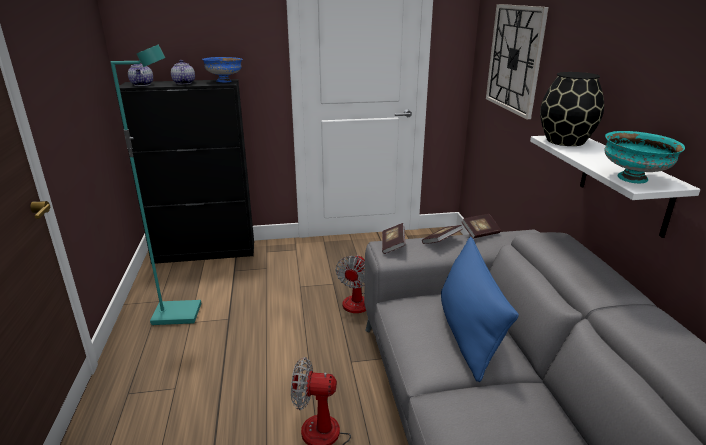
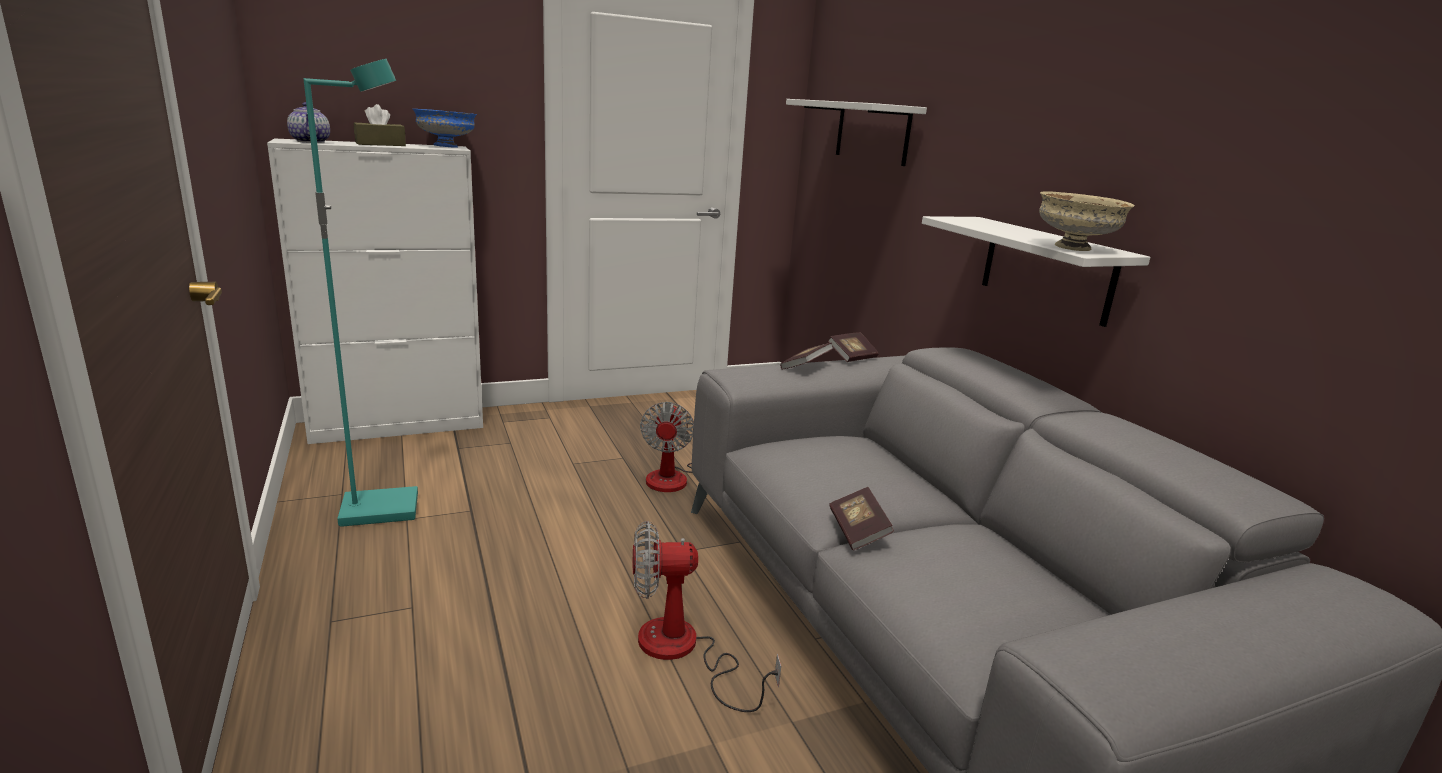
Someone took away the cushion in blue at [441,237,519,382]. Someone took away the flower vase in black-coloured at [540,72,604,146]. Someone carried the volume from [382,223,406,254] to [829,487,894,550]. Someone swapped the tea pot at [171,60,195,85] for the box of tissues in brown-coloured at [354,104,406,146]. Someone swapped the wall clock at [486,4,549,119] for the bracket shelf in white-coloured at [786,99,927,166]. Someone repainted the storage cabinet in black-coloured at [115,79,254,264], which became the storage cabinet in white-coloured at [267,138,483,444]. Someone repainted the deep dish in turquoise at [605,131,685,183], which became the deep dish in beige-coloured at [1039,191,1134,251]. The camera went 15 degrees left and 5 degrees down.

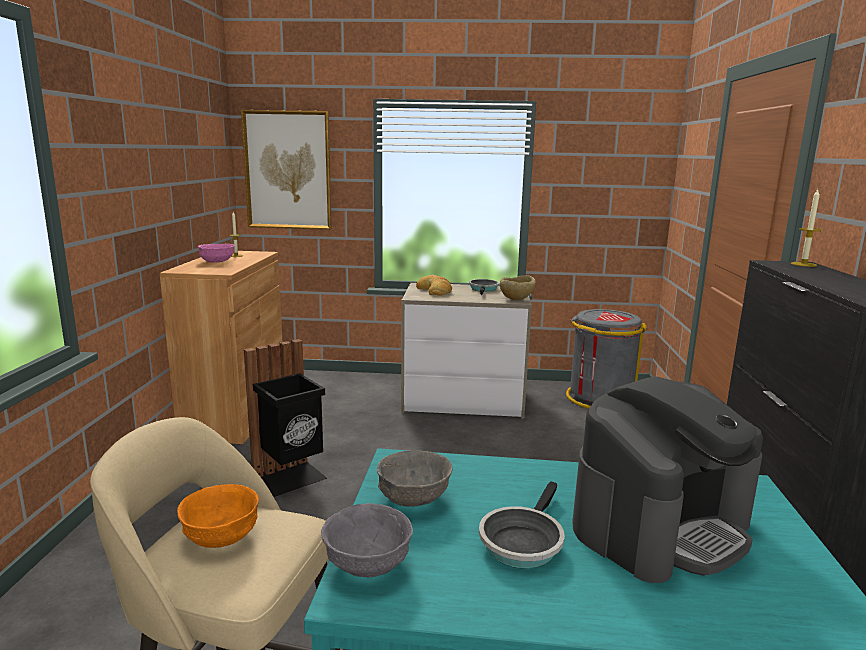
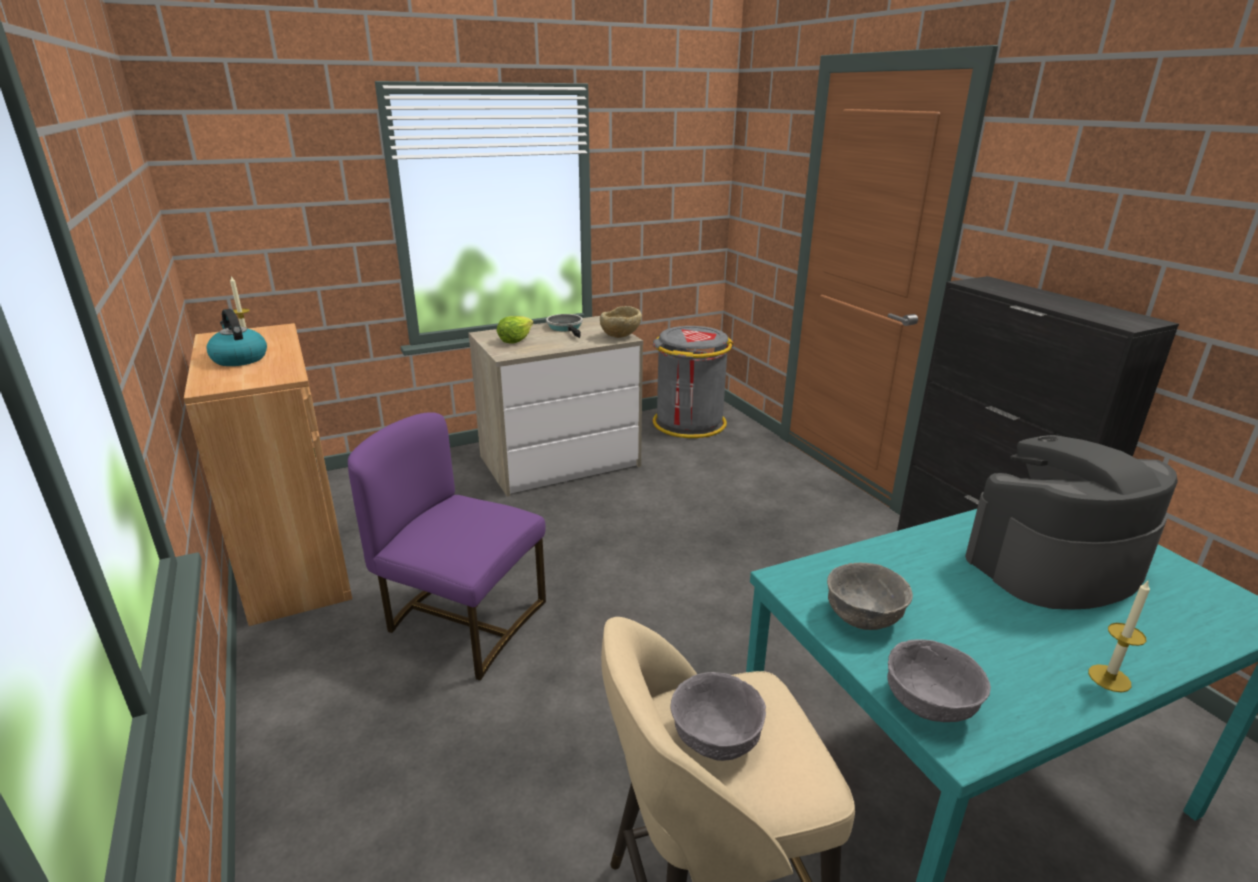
Someone took away the wall picture at [241,110,332,230]. Someone took away the pan at [479,481,565,569]. Someone carried the wax candle from [791,190,822,267] to [1088,579,1150,692]. Someone swapped the deep dish in pink-coloured at [198,244,235,263] for the water kettle at [206,309,267,366]. Someone swapped the waste bin in black-coloured at [244,339,327,497] for the upright chair in purple at [348,412,546,680]. Someone swapped the baked bread at [416,275,452,296] for the lettuce head at [497,316,534,343]. Someone repainted the deep dish in orange at [177,484,259,548], which became the deep dish in grey at [670,672,766,761]. Someone rotated the coffee maker at [572,377,763,583] by 135 degrees counterclockwise. The camera went 30 degrees left and 10 degrees up.

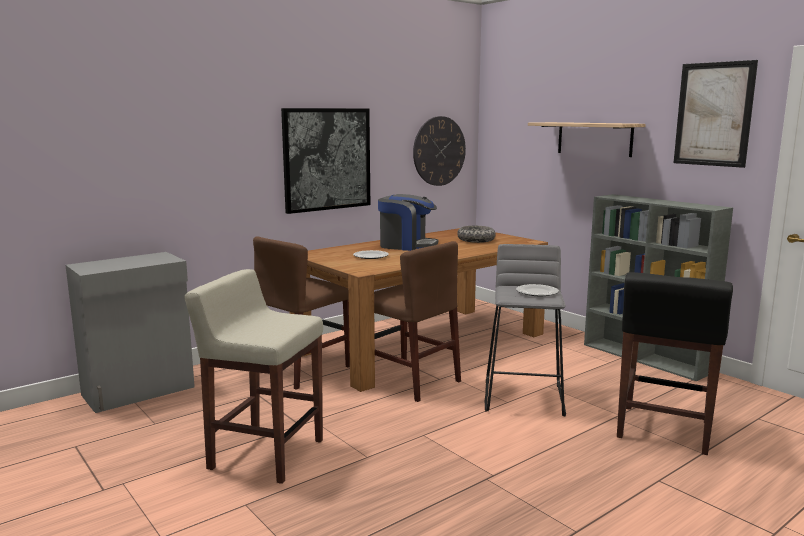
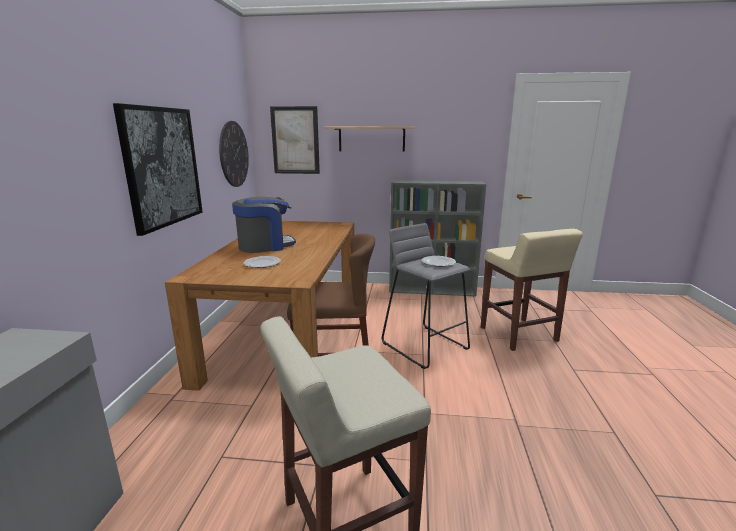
Someone took away the upright chair in brown-coloured at [253,236,350,390]. Someone took away the deep dish at [457,226,496,243]. Someone carried the wall picture from [674,60,758,168] to [270,106,320,174]. Someone repainted the sitting stool in black-coloured at [617,272,733,455], which became the sitting stool in beige-coloured at [481,229,583,351]. The camera went 45 degrees left and 5 degrees up.

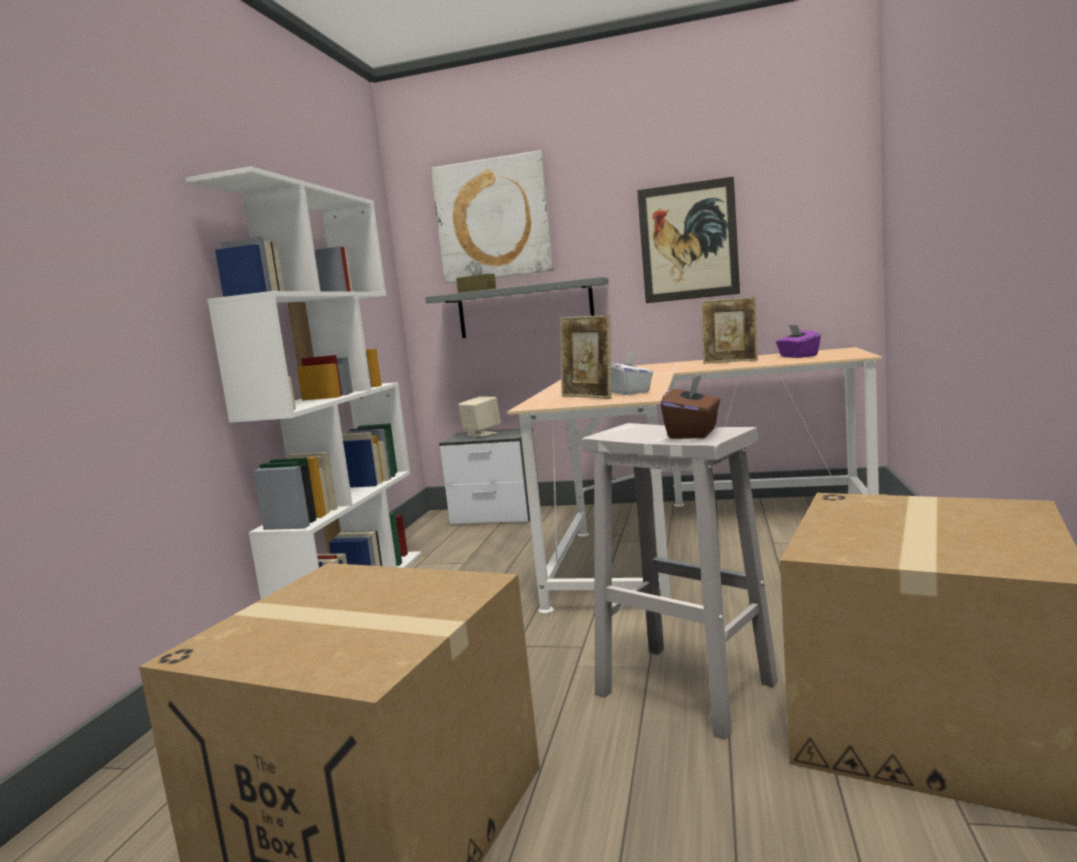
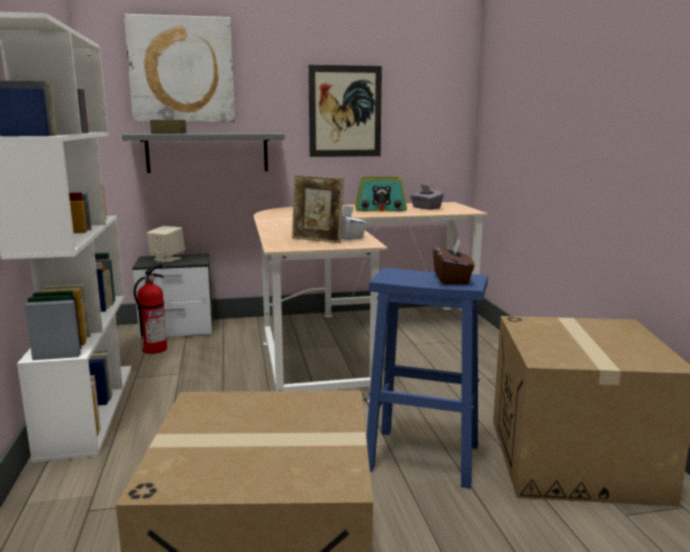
Someone put down the fire-fighting cylinder at [134,264,167,354]. Someone swapped the standing frame at [701,297,758,364] for the radio at [355,176,407,212]. Someone repainted the sitting stool in white-coloured at [582,423,778,740], which became the sitting stool in blue at [366,268,488,489]. Someone repainted the box of tissues in purple at [776,325,821,358], which became the box of tissues in grey at [410,185,444,210]. The camera went 25 degrees left and 5 degrees up.

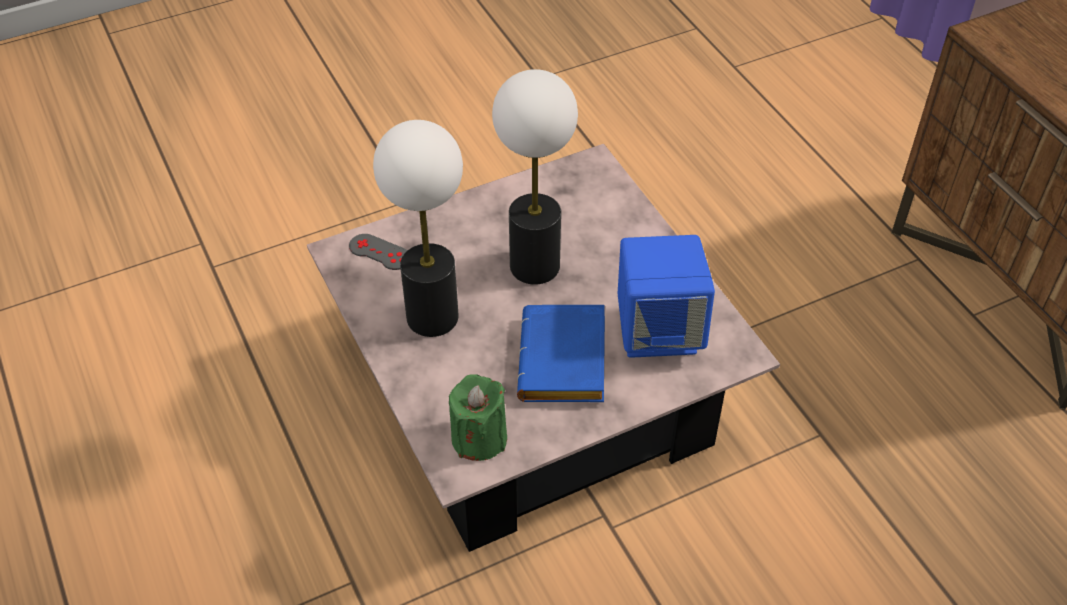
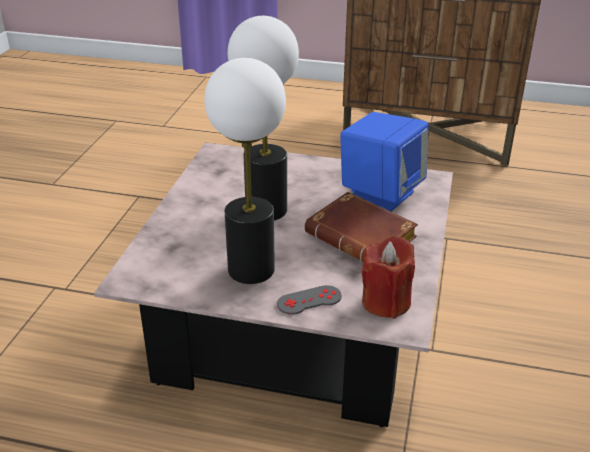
Someone carried the joypad in grey from [349,234,408,270] to [277,285,342,315]. Someone repainted the wax candle in green at [449,374,507,461], which became the wax candle in red-coloured at [362,236,415,319]. Someone repainted the volume in blue at [517,305,605,402], which became the volume in brown-coloured at [304,192,418,262]. The camera went 50 degrees left and 15 degrees down.

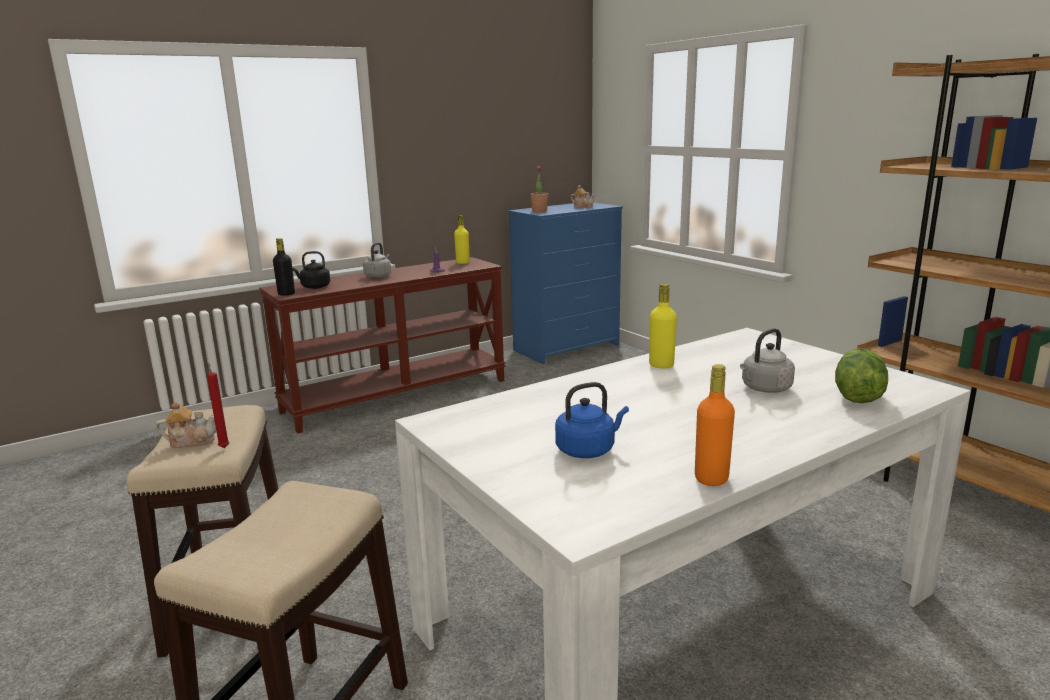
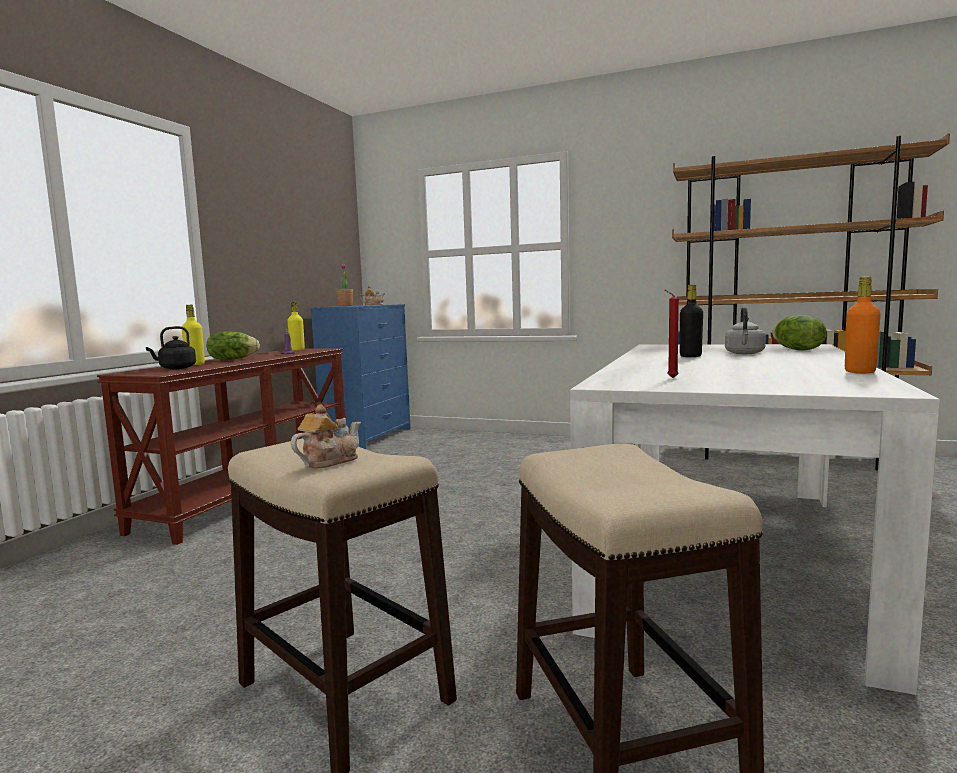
Someone took away the water kettle in blue at [555,382,629,458]. Someone carried the wax candle in red-coloured from [207,363,230,448] to [665,290,679,378]. Someone carried the beverage bottle in black-coloured from [273,238,295,296] to [680,284,703,357]. Someone carried the beverage bottle in yellow-coloured from [649,284,677,369] to [182,305,205,365]. Someone swapped the water kettle in grey at [363,242,391,278] for the lettuce head at [207,331,260,360]. The camera went 35 degrees left and 10 degrees down.

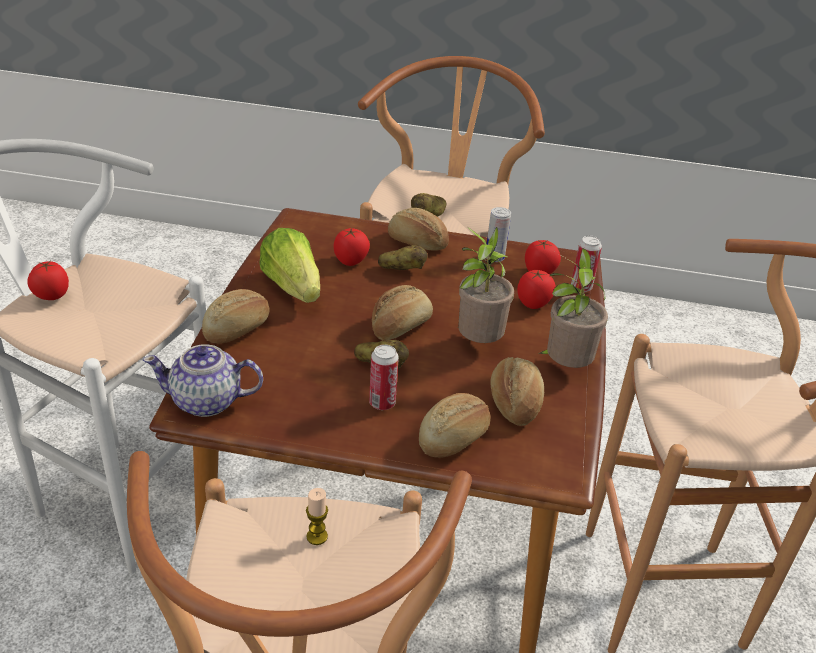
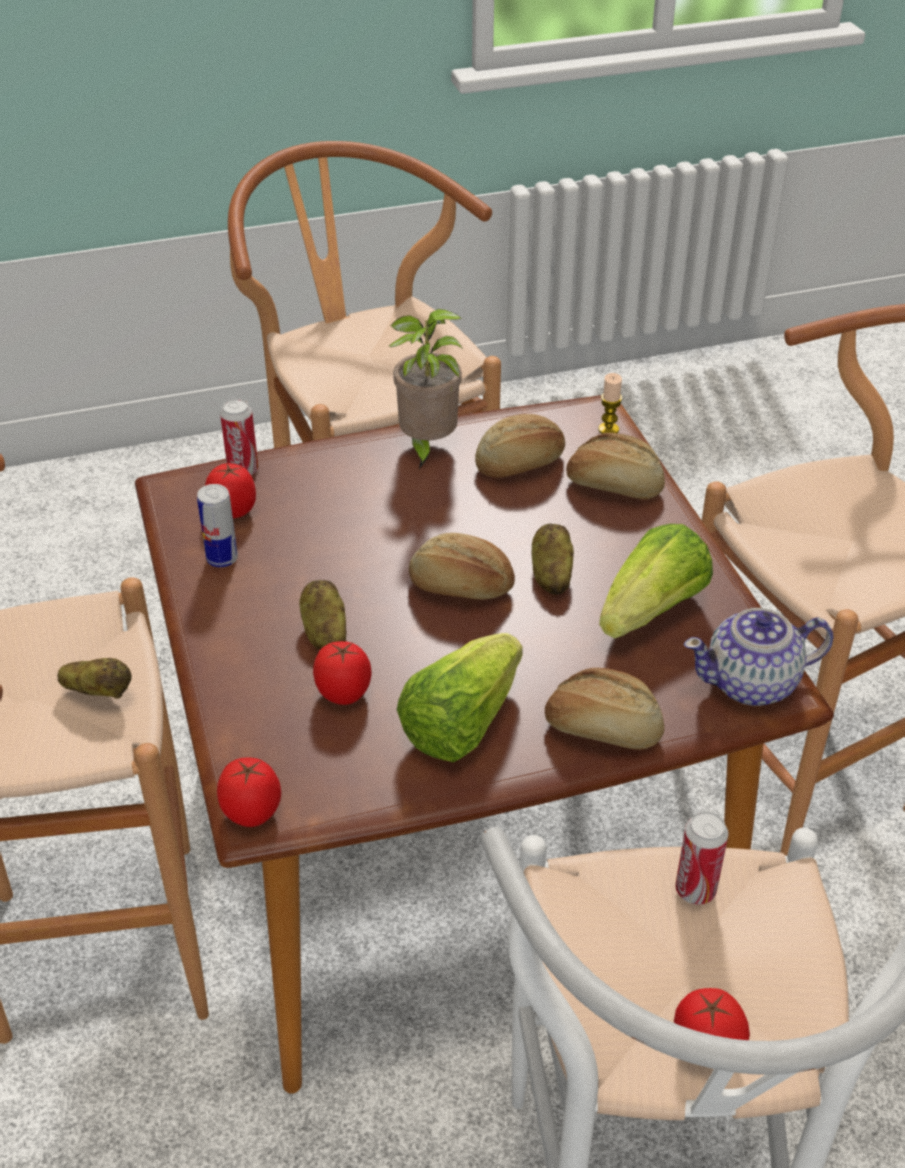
Someone took away the baked bread at [388,208,449,251]. Someone took away the potted plant at [457,227,514,343]. Someone put down the lettuce head at [599,524,713,639]. Someone carried the wax candle from [306,488,328,545] to [598,373,622,434]. Someone carried the metal can from [369,344,399,410] to [675,811,729,905]. Someone carried the tomato from [517,270,556,309] to [217,757,281,827]. Someone rotated the tea pot at [143,344,263,417] by 105 degrees clockwise. The camera went 115 degrees left and 5 degrees up.

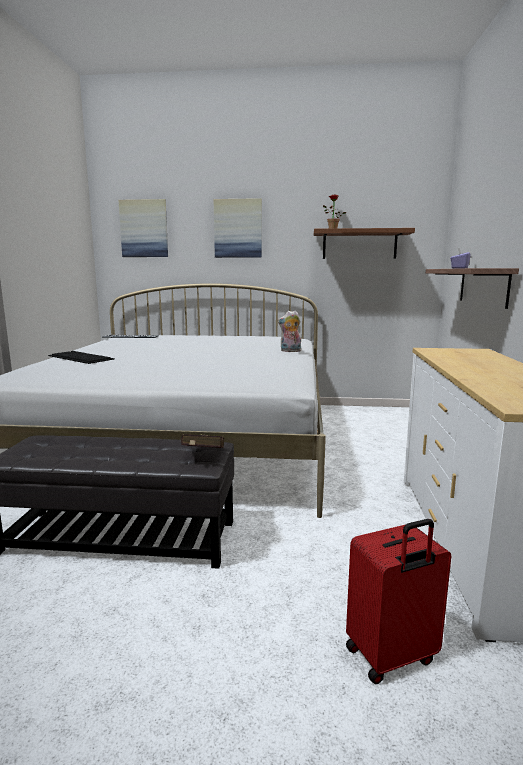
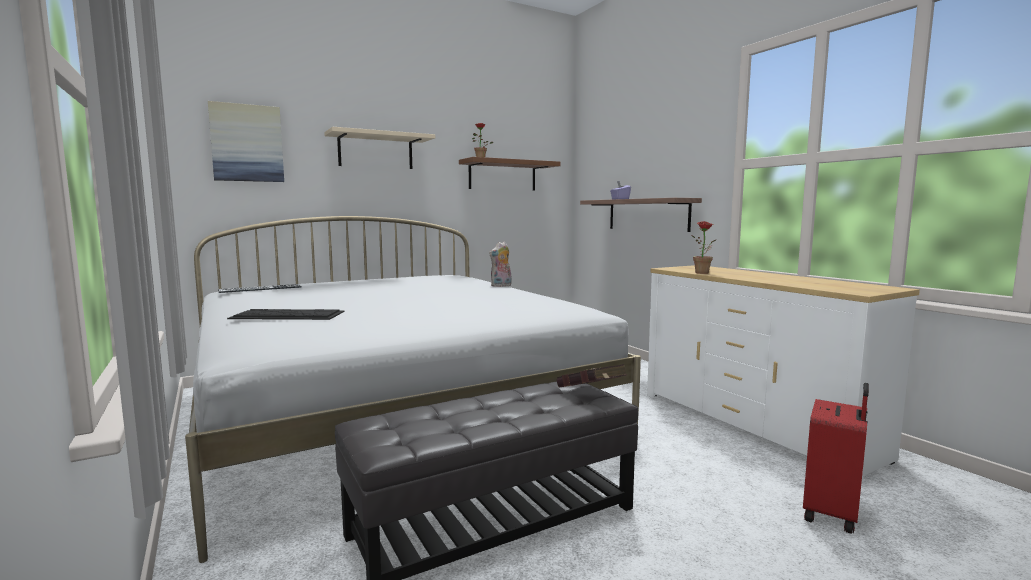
Someone put down the potted plant at [691,221,716,274]. Someone swapped the wall picture at [214,198,262,258] for the bracket shelf in beige-coloured at [324,127,435,169]. The camera went 35 degrees left and 5 degrees down.

